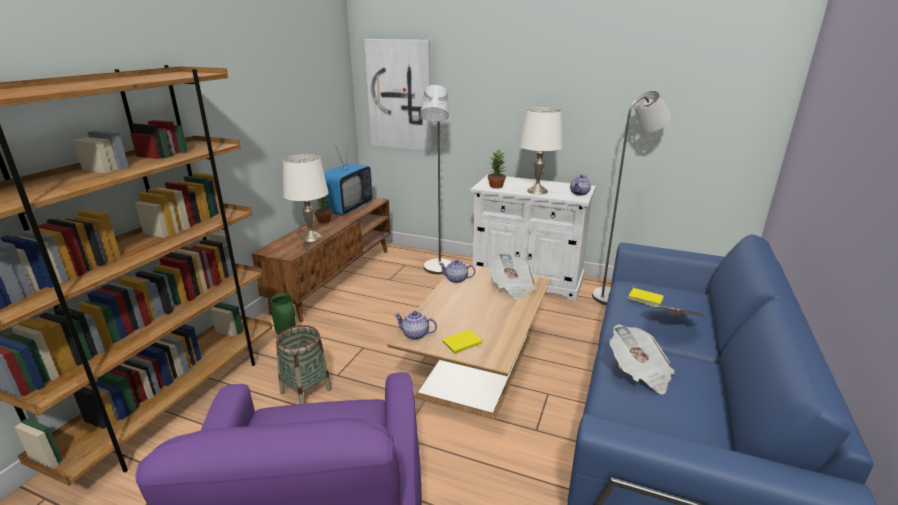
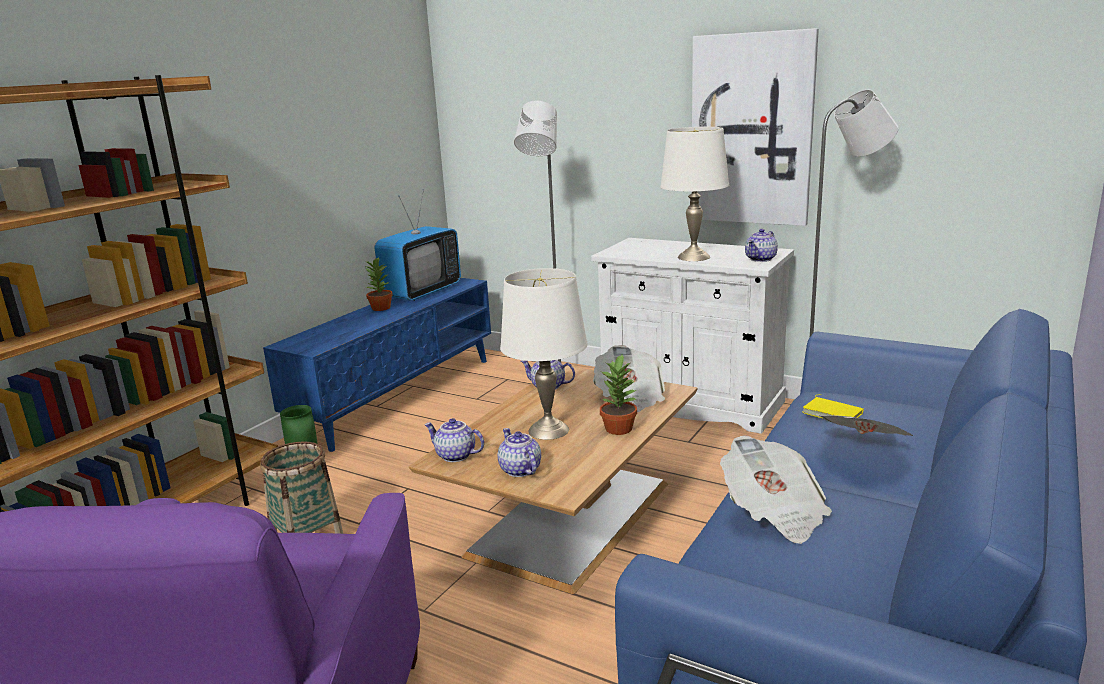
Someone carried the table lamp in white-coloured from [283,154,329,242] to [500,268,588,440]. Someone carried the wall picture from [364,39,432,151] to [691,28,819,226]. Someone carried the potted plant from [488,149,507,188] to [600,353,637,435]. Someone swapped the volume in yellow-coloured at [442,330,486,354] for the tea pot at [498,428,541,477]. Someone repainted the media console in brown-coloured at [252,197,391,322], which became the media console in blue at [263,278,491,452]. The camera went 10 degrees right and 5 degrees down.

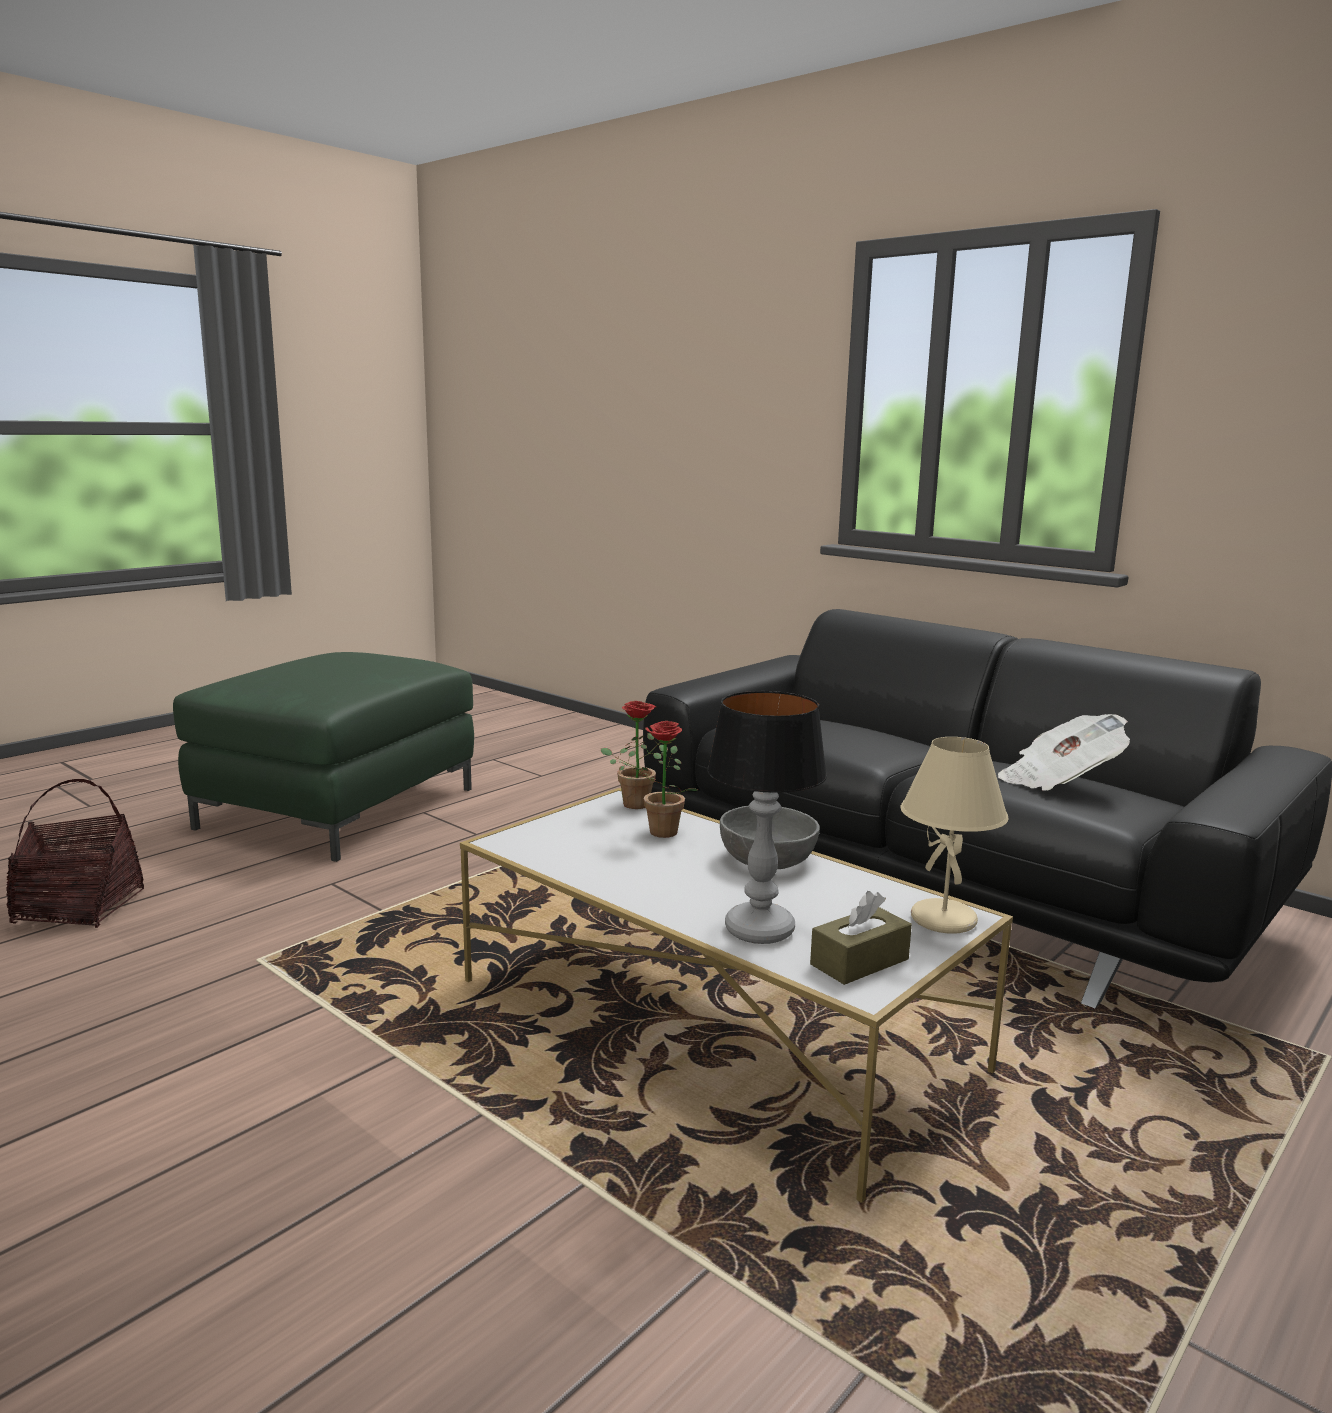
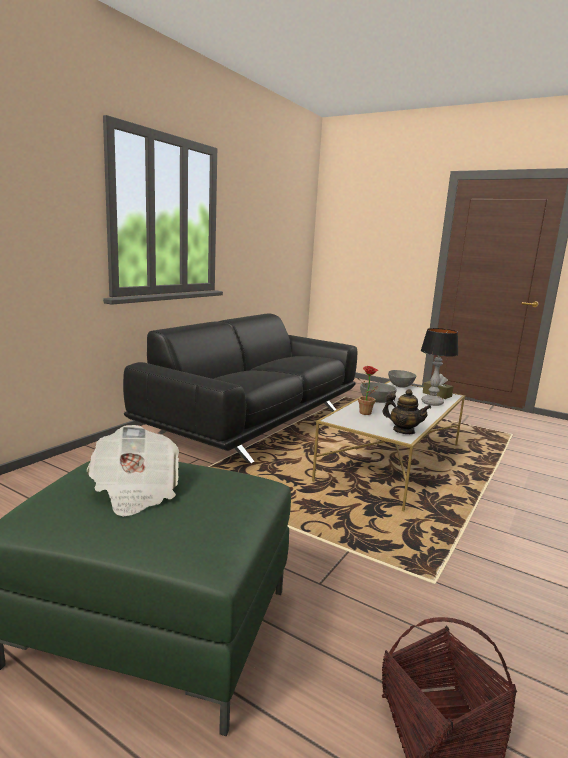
Someone took away the potted plant at [601,701,668,809]. Someone put down the tea pot at [382,389,431,434]. Someone carried the newspaper from [998,714,1130,791] to [87,425,179,517]. Someone swapped the table lamp in beige-coloured at [901,737,1009,934] for the deep dish in grey at [388,370,416,388]. The camera went 100 degrees left and 0 degrees up.

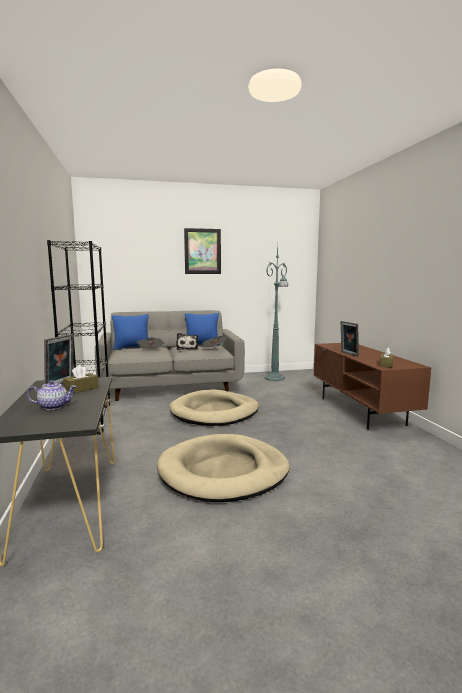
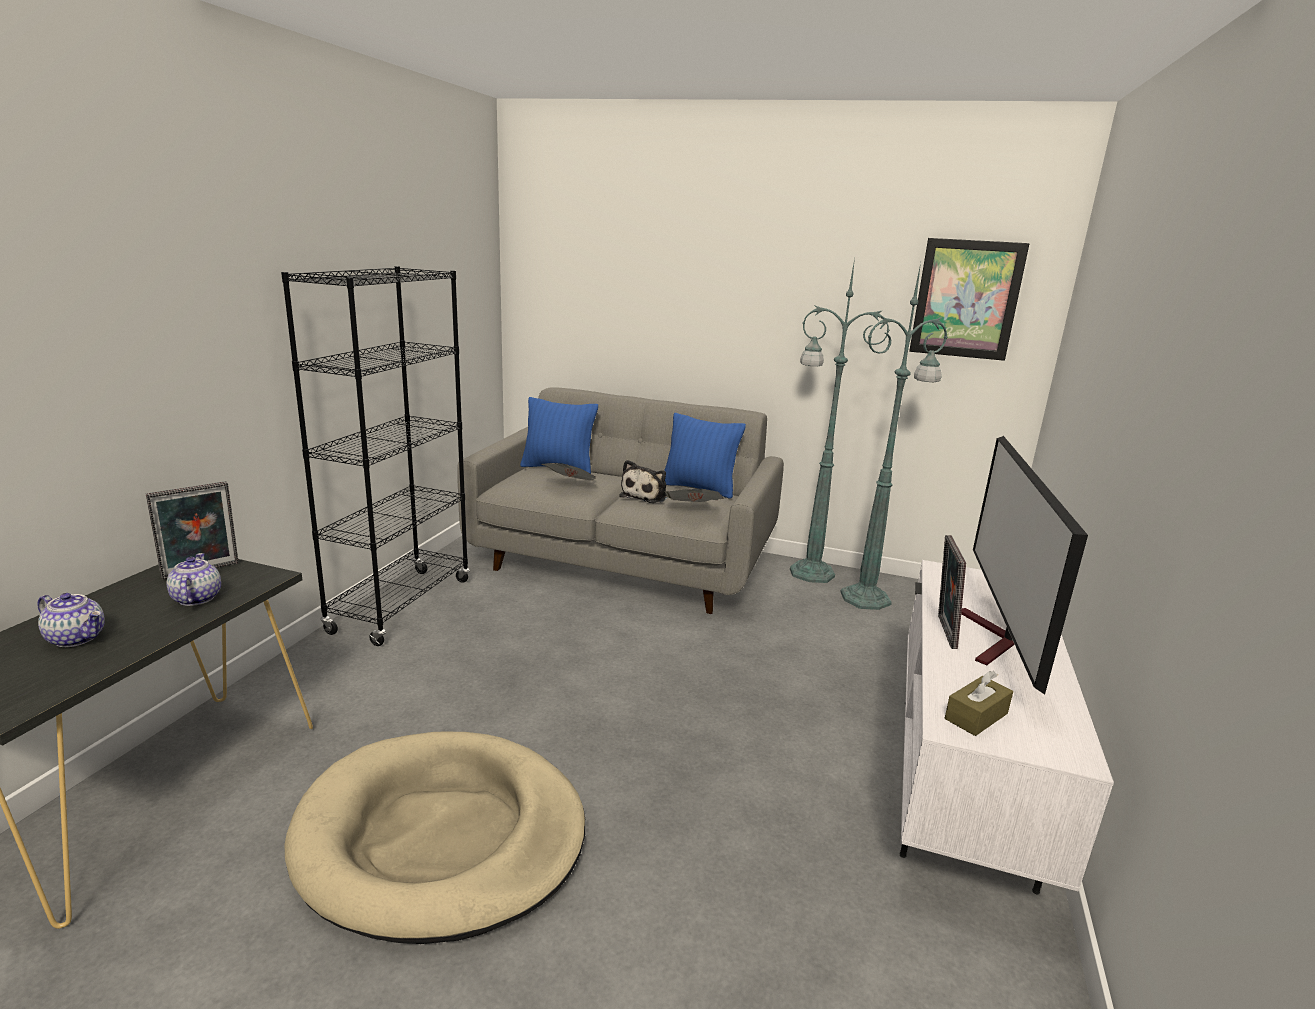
Someone took away the pet bed in beige-coloured at [169,389,259,426]. Someone put down the standing lamp in green at [790,258,890,583]. Someone put down the TV set at [961,436,1088,695]. Someone carried the wall picture from [184,228,221,274] to [909,238,1030,361]. Someone swapped the box of tissues in brown-coloured at [63,365,99,394] for the tea pot at [166,553,221,606]. Someone repainted the media console in brown-coloured at [314,343,432,430], which became the media console in white-coloured at [899,560,1114,894]. The camera went 30 degrees right and 10 degrees up.

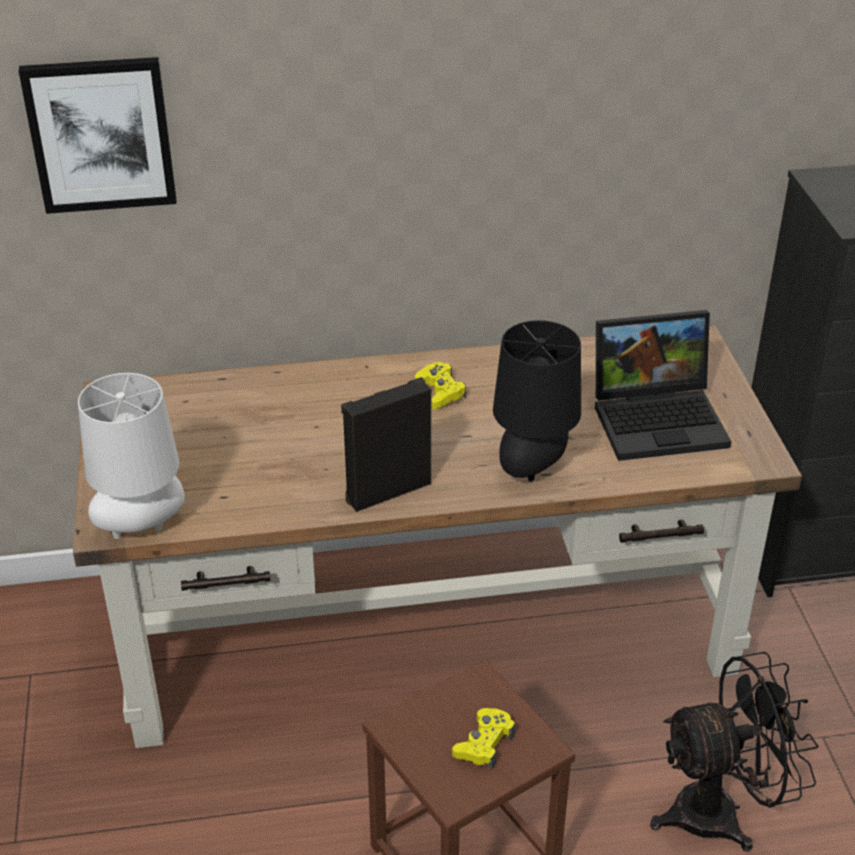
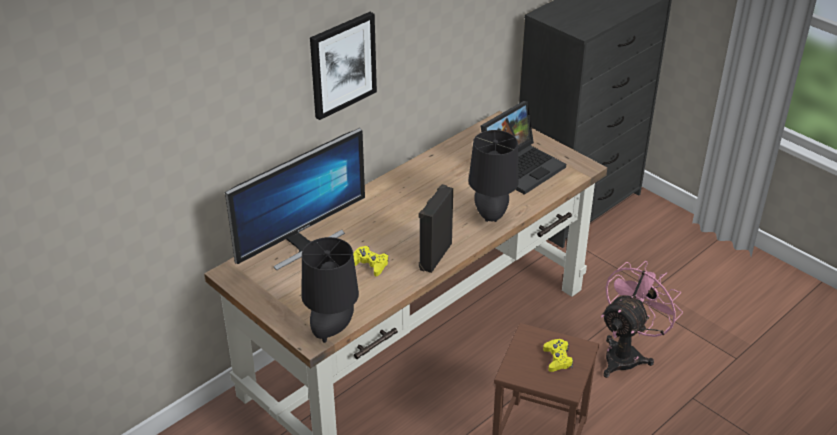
Someone put down the computer screen at [225,128,365,270]. Someone carried the wall picture from [19,57,177,214] to [310,12,377,120]. Someone carried the joypad in yellow-coloured from [415,362,466,409] to [353,246,388,276]. Someone repainted the table lamp in white-coloured at [78,373,185,539], which became the table lamp in black-coloured at [302,237,359,343]. Someone repainted the fan in black-coloured at [650,652,819,852], which became the fan in pink-coloured at [601,261,683,378]. The camera went 35 degrees left and 0 degrees up.

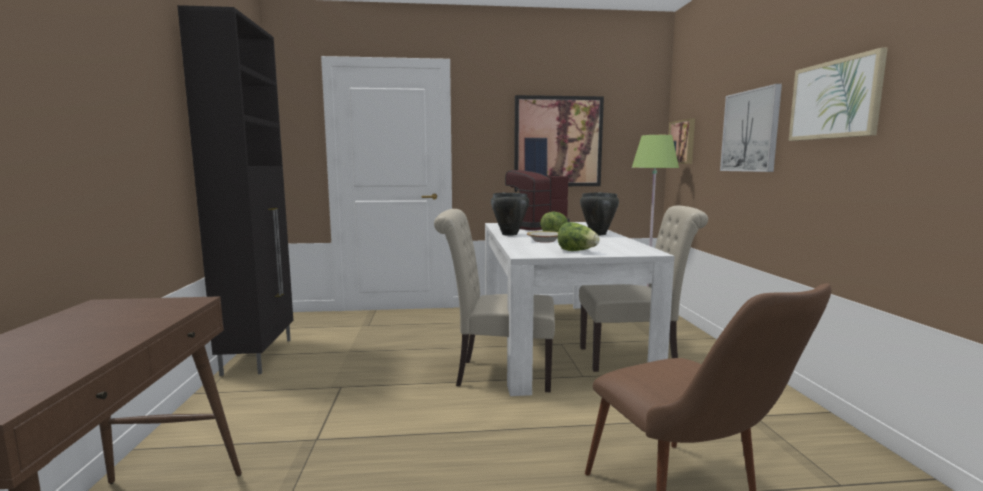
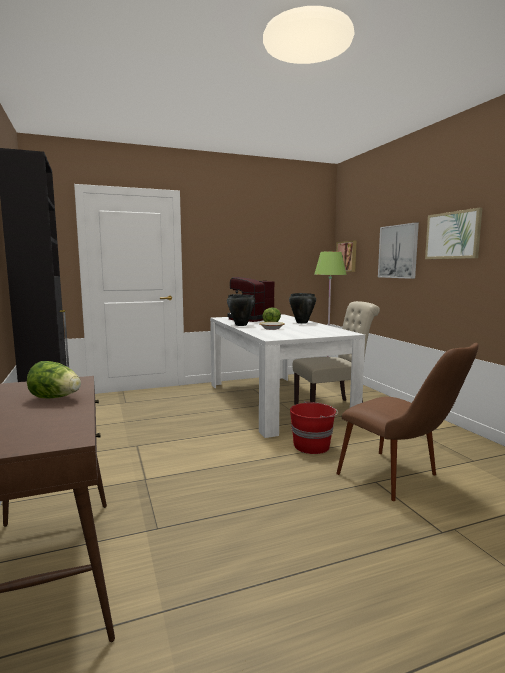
Someone took away the upright chair in beige-coloured at [434,209,555,392]. Someone took away the wall picture at [514,95,604,186]. Someone put down the pail in red-coloured at [290,401,338,454]. Someone carried the lettuce head from [558,222,600,251] to [27,361,81,398]. The camera went 15 degrees left and 0 degrees up.

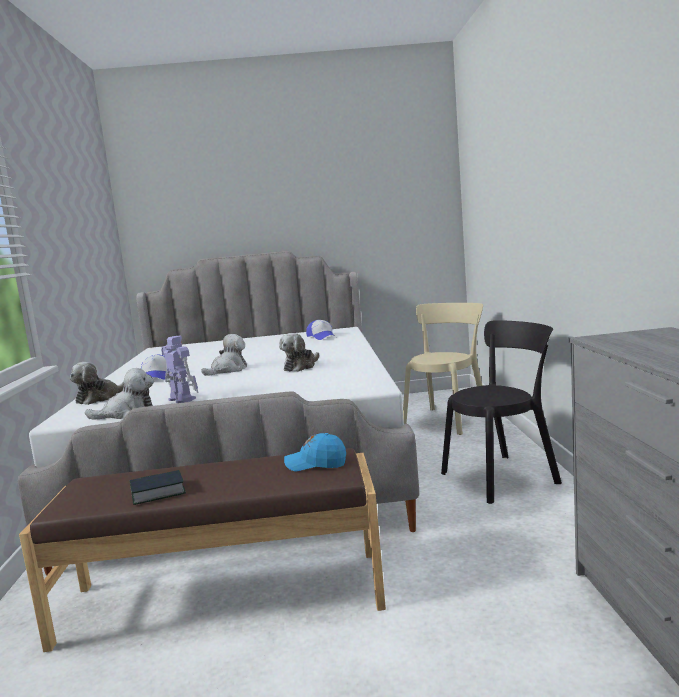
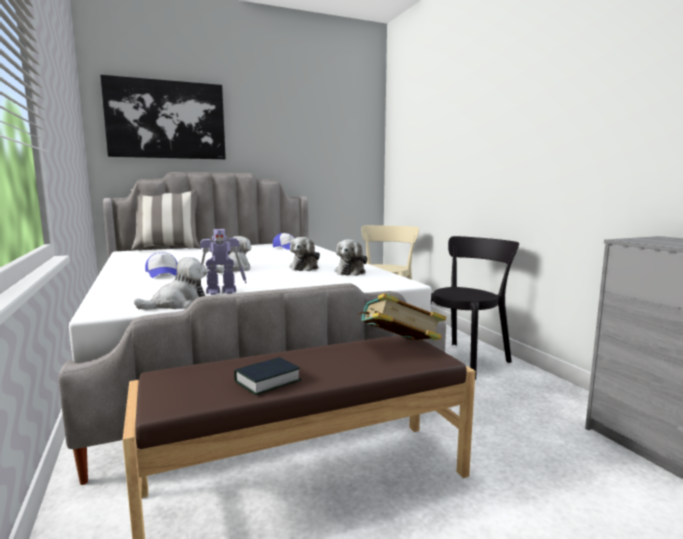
Someone put up the wall picture at [100,75,226,159]. Someone put down the cushion at [131,190,200,250]. Someone carried the plush toy from [70,362,124,405] to [335,239,368,276]. Someone swapped the peaked cap in blue at [284,433,346,472] for the volume at [357,293,446,340]. Someone rotated the toy robot at [161,336,198,403] by 135 degrees clockwise. The camera went 20 degrees left and 0 degrees up.

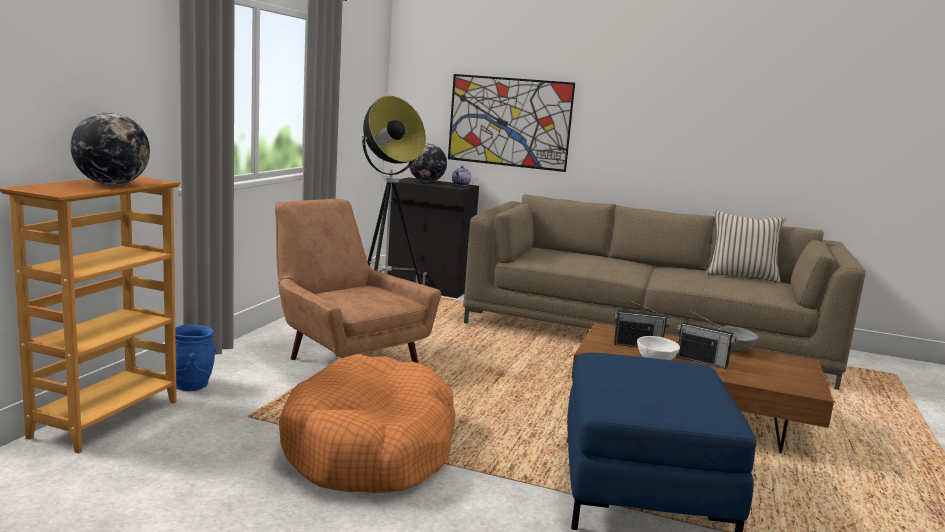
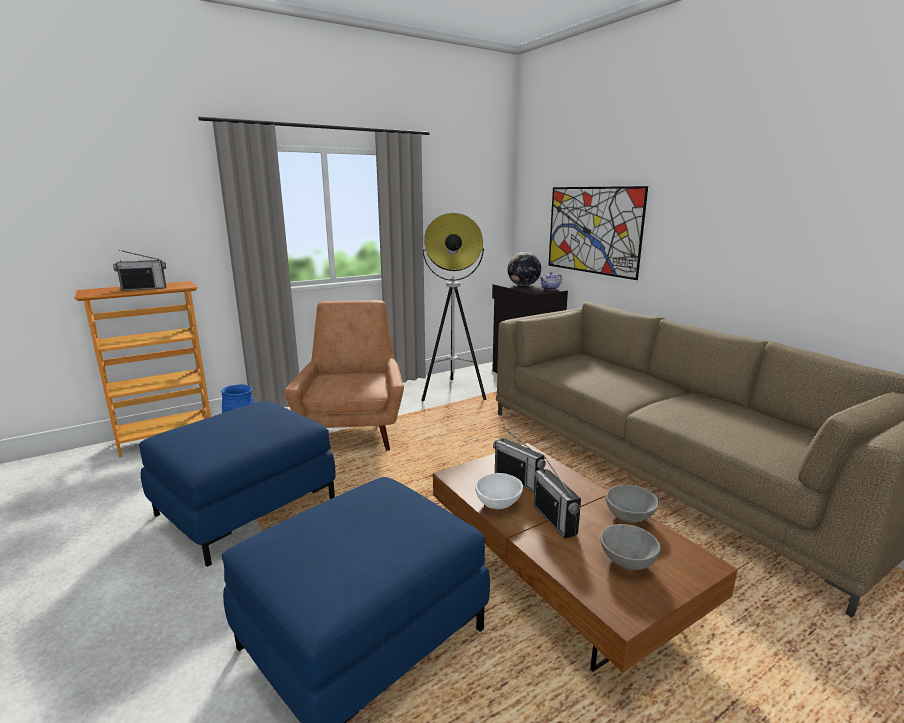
Someone took away the cushion in beige-coloured at [707,211,786,283]. Someone put down the deep dish in grey at [600,524,661,570]. Someone swapped the globe at [70,112,150,185] for the radio at [113,250,167,291]. Someone swapped the pet bed in orange at [279,354,456,493] for the footrest in blue at [139,401,336,567]. The camera went 40 degrees right and 5 degrees up.

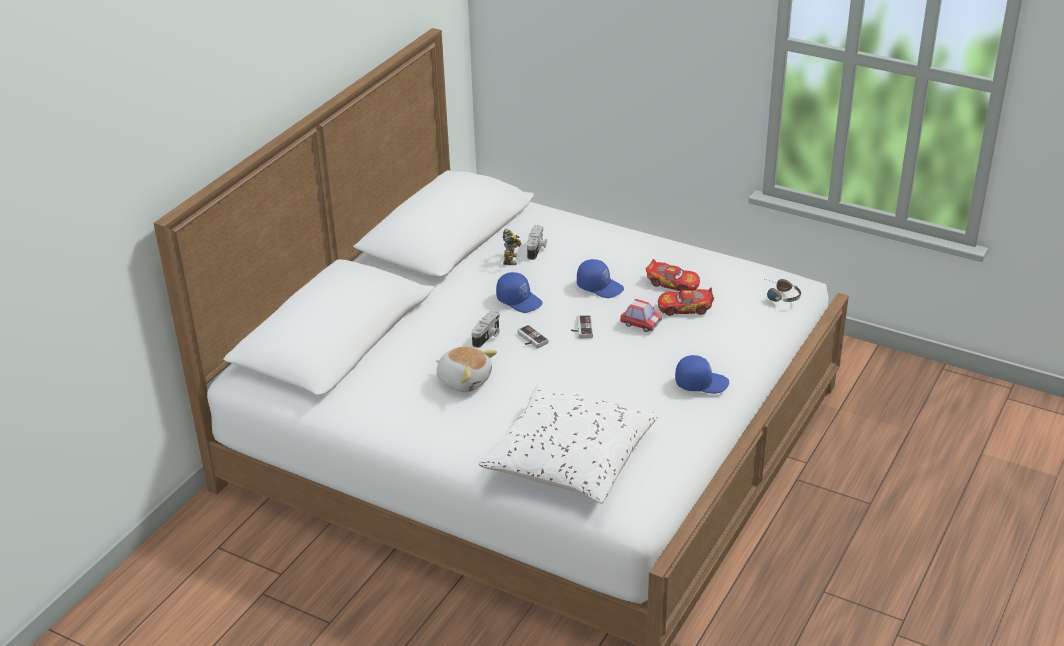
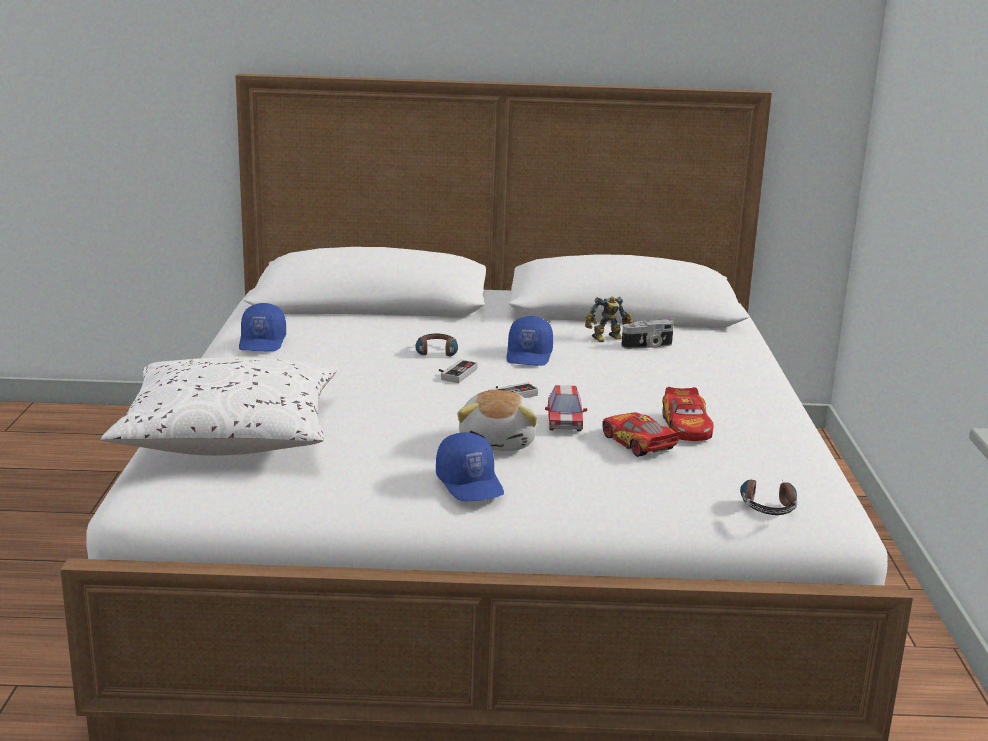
Someone carried the plush toy from [436,346,497,392] to [457,390,537,451]. Someone carried the peaked cap in blue from [577,259,624,298] to [239,303,286,351]. Someone swapped the photo camera at [472,310,500,348] for the headphones at [415,334,458,356]. The camera went 60 degrees right and 15 degrees down.

